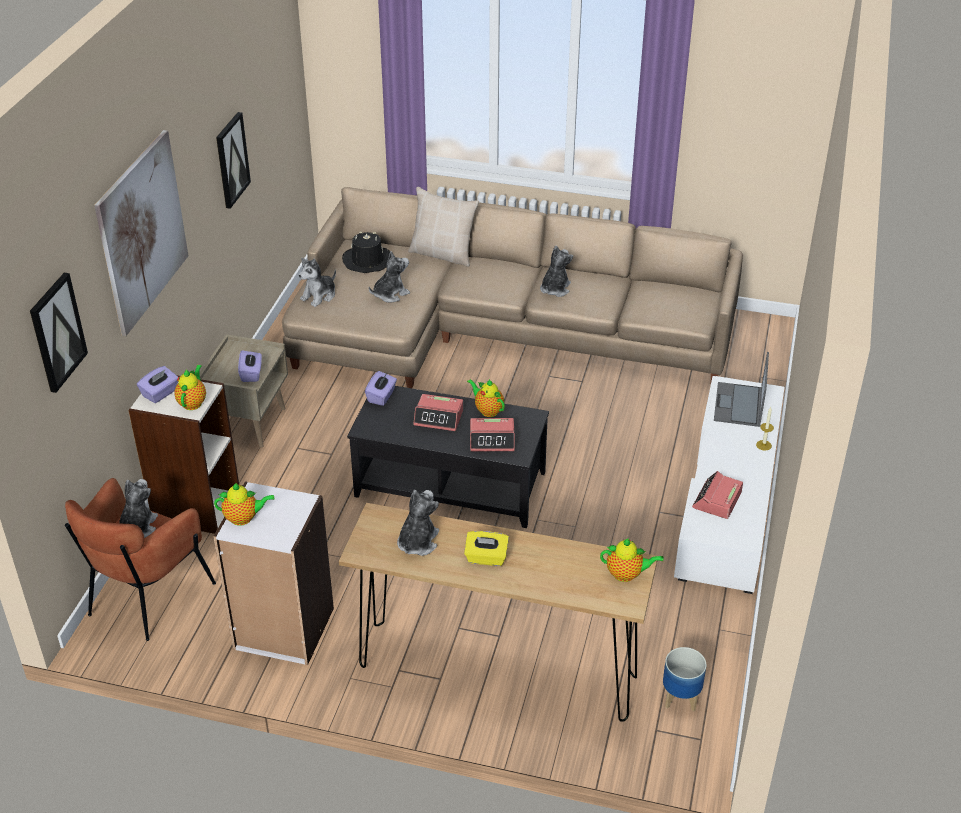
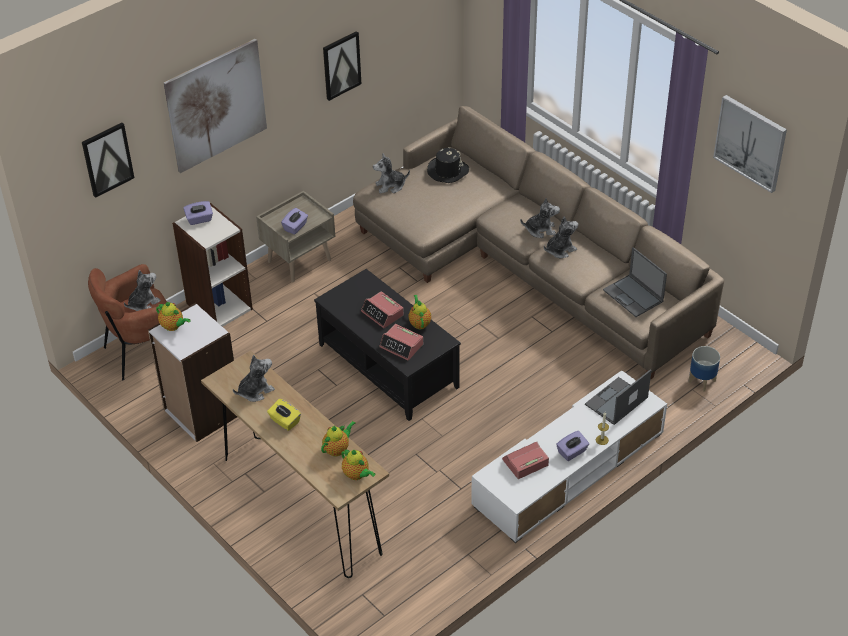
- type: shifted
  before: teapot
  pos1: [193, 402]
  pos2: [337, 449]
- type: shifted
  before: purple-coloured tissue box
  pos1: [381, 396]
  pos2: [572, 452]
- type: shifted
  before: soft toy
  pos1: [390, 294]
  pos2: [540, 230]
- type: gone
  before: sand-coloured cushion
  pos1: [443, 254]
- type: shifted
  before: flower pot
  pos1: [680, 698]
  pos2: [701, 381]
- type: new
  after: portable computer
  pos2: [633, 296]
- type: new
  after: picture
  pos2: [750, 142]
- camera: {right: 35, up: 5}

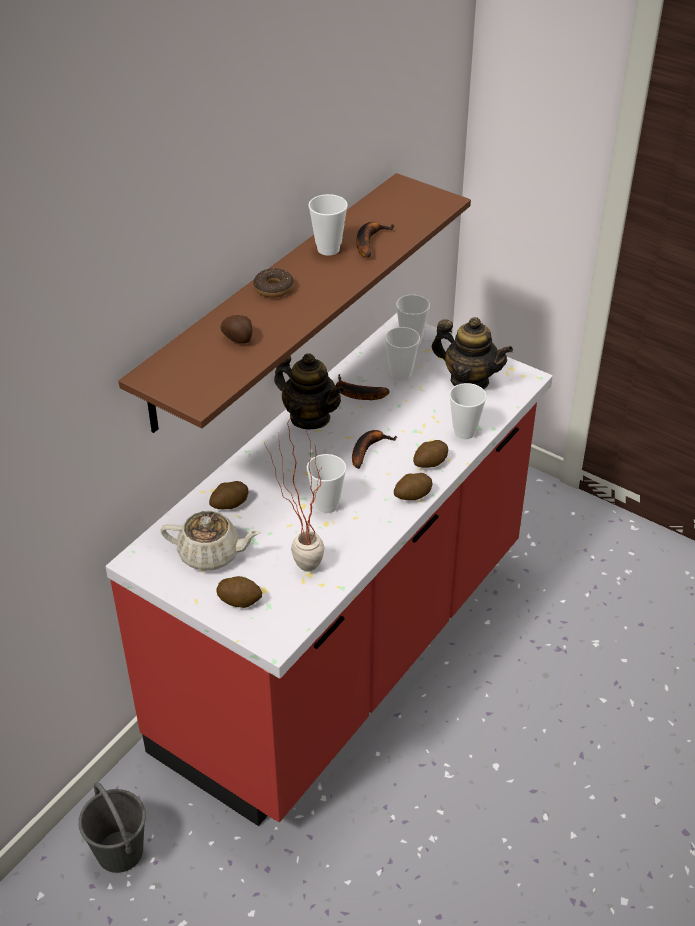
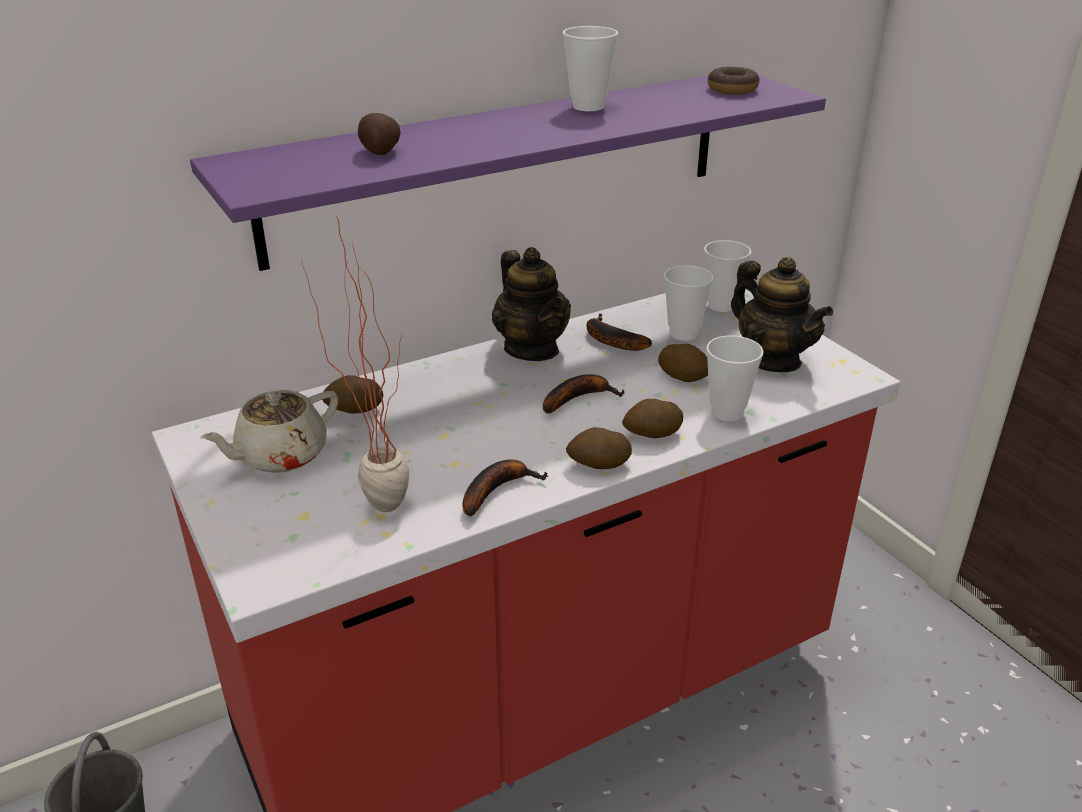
- type: repainted
  before: brown-coloured bracket shelf
  after: purple-coloured bracket shelf
  pos1: [273, 299]
  pos2: [503, 164]
- type: rotated
  before: sand-coloured teapot
  pos1: [211, 554]
  pos2: [280, 455]
  turn: 105
- type: shifted
  before: spud
  pos1: [240, 600]
  pos2: [683, 376]
- type: shifted
  before: doughnut
  pos1: [273, 288]
  pos2: [732, 89]
- type: gone
  before: drinking cup
  pos1: [326, 505]
- type: shifted
  before: banana
  pos1: [369, 241]
  pos2: [497, 490]
- camera: {right: 25, up: -10}

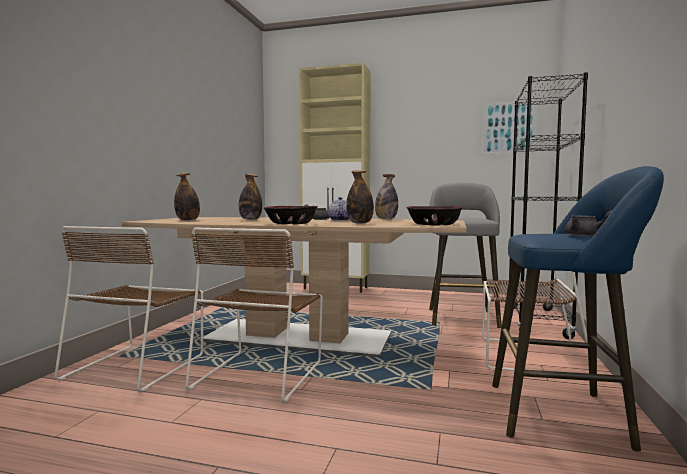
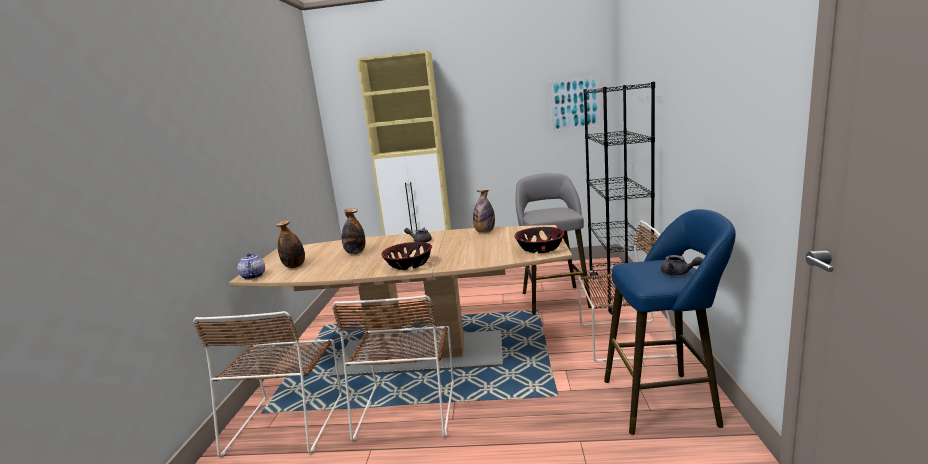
- type: shifted
  before: teapot
  pos1: [339, 220]
  pos2: [253, 276]
- type: gone
  before: beverage bottle
  pos1: [360, 223]
- camera: {right: -10, up: 10}

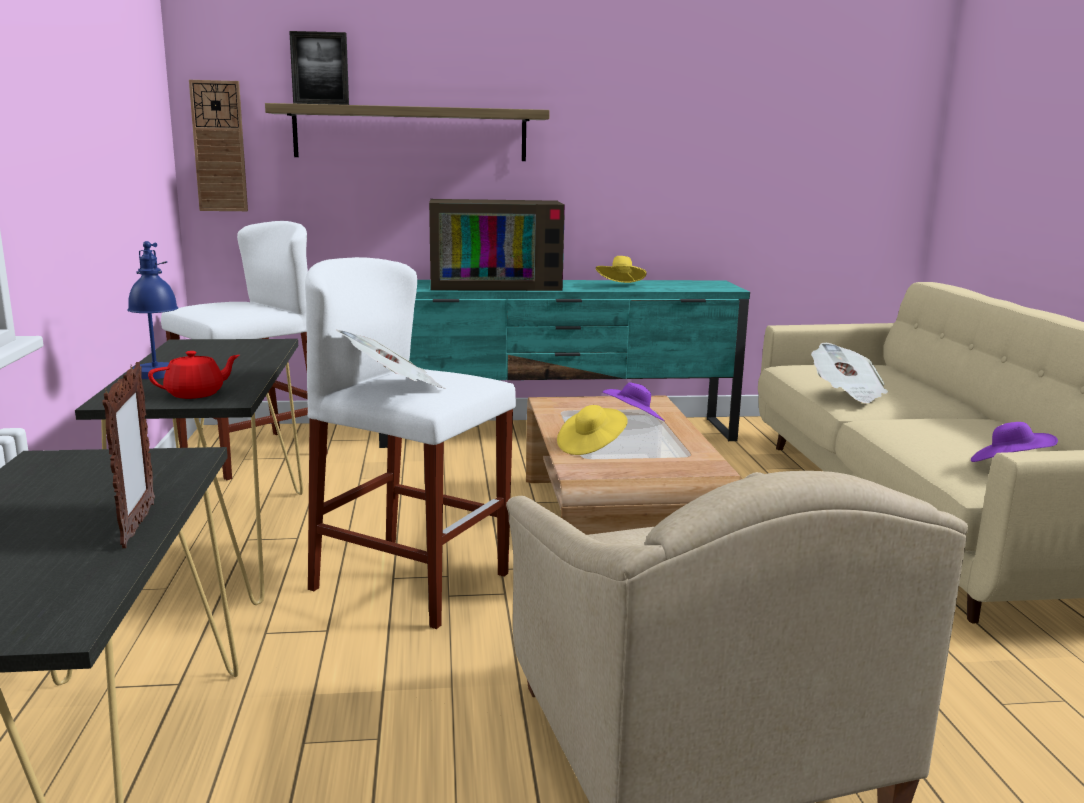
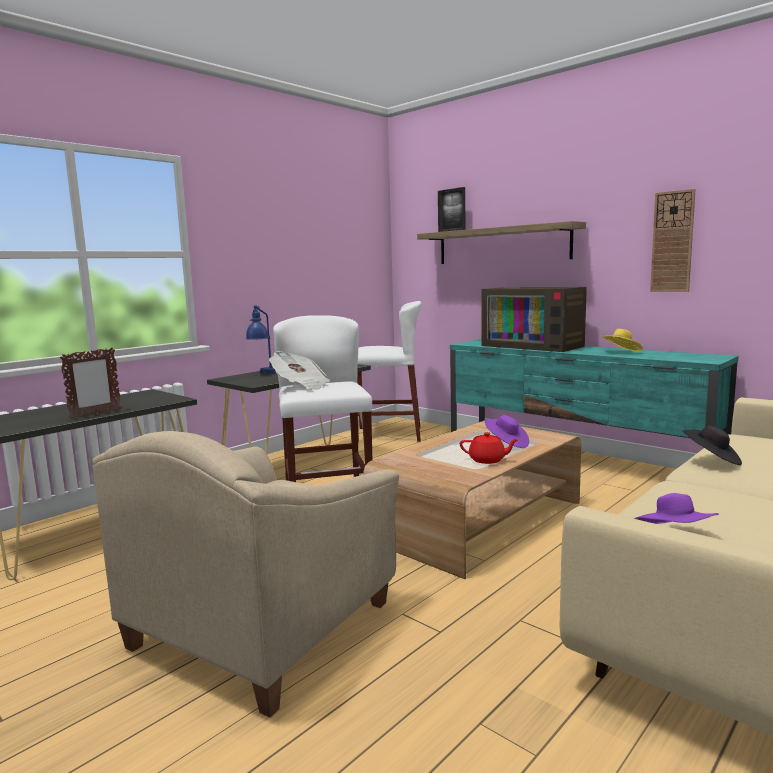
- type: shifted
  before: reddish teapot
  pos1: [196, 394]
  pos2: [488, 460]
- type: shifted
  before: wall clock
  pos1: [219, 146]
  pos2: [672, 242]
- type: gone
  before: yellow wearable hat
  pos1: [591, 447]
- type: swapped
  before: daily paper
  after: black-coloured wearable hat
  pos1: [847, 393]
  pos2: [711, 460]
- camera: {right: 50, up: -5}

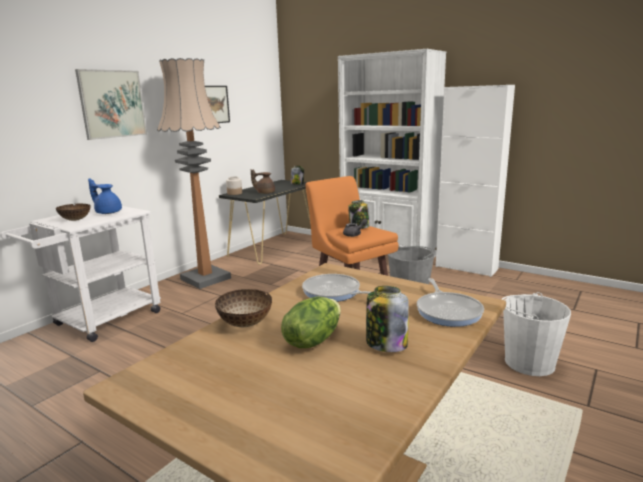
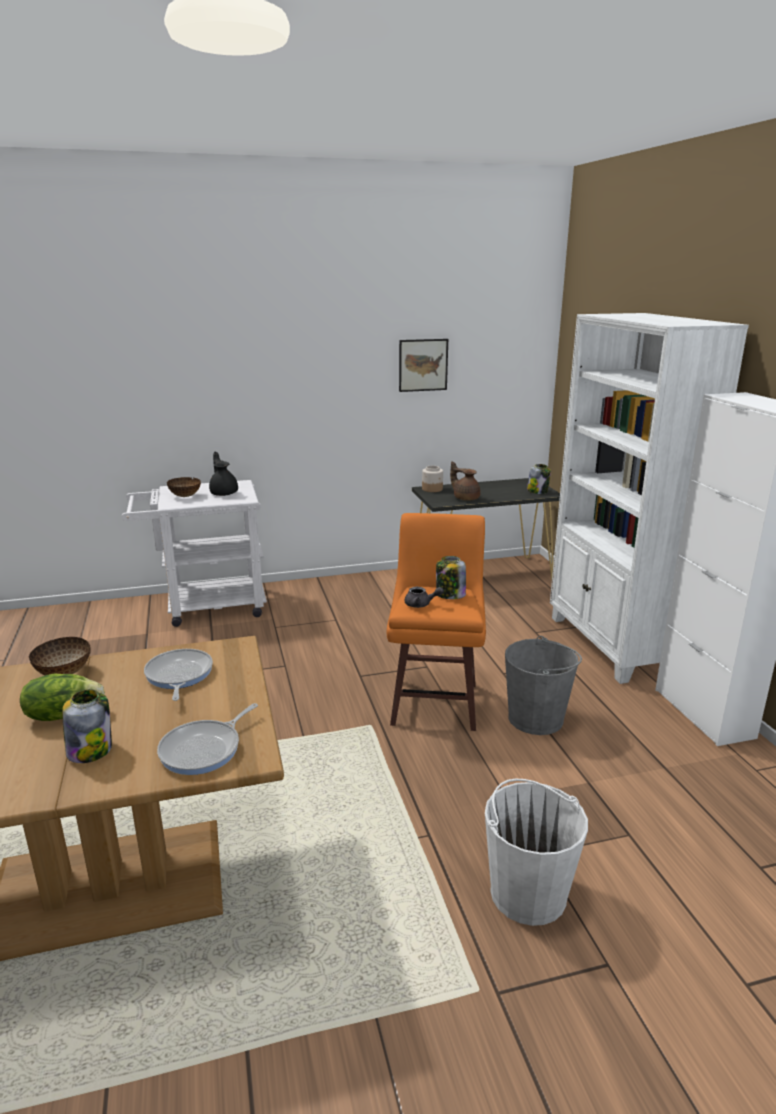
- type: gone
  before: picture
  pos1: [112, 104]
- type: repainted
  before: blue teapot
  after: black-coloured teapot
  pos1: [108, 212]
  pos2: [224, 493]
- type: gone
  before: standard lamp
  pos1: [205, 279]
- camera: {right: 40, up: 5}

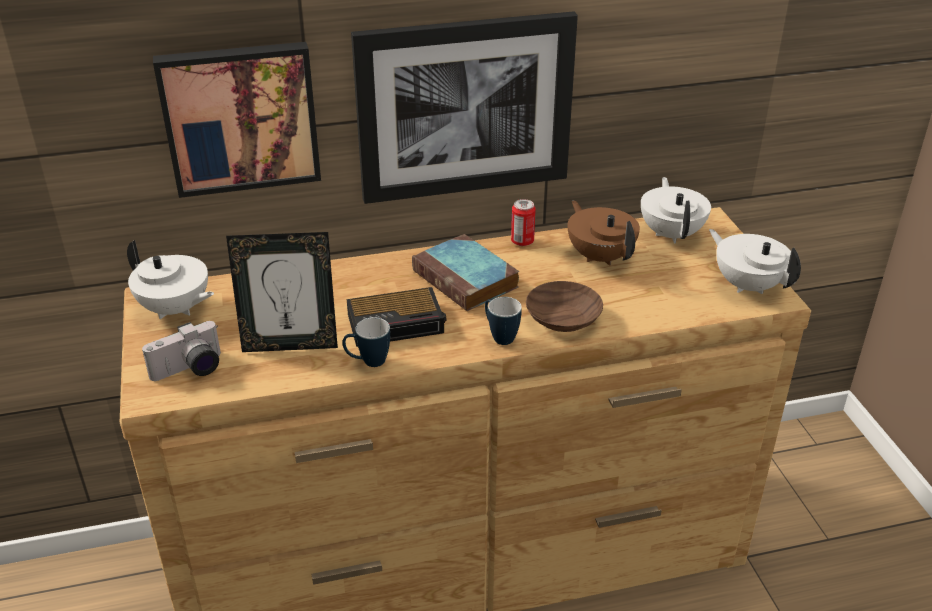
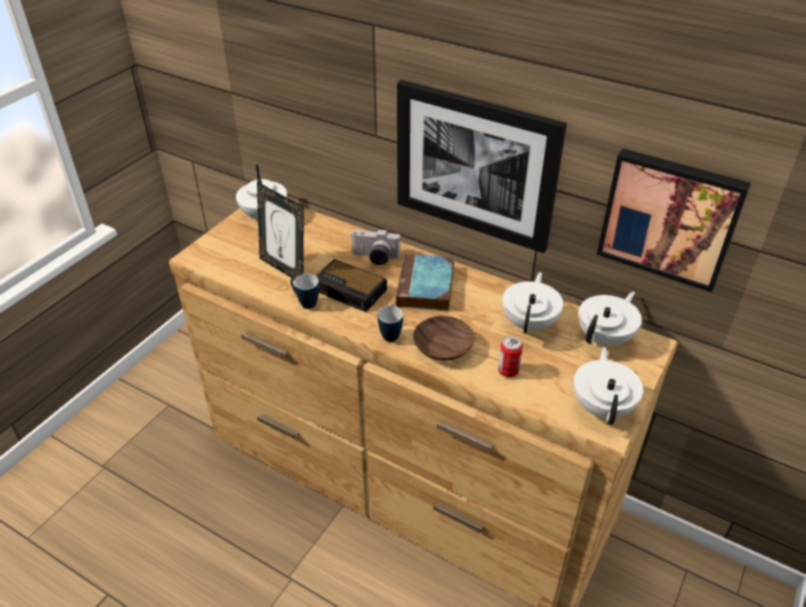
- type: shifted
  before: still camera
  pos1: [190, 370]
  pos2: [375, 258]
- type: shifted
  before: picture
  pos1: [240, 117]
  pos2: [670, 217]
- type: shifted
  before: can
  pos1: [522, 242]
  pos2: [508, 371]
- type: repainted
  before: brown-coloured teapot
  after: whitish teapot
  pos1: [600, 256]
  pos2: [530, 323]
- camera: {right: 45, up: 5}

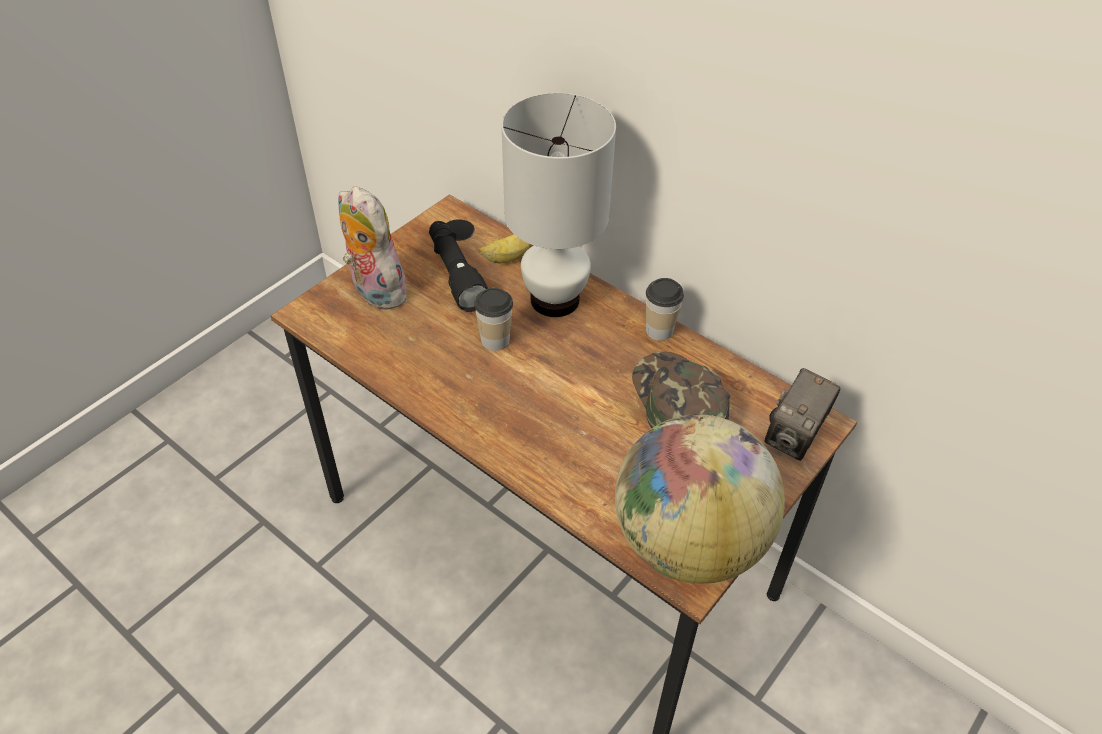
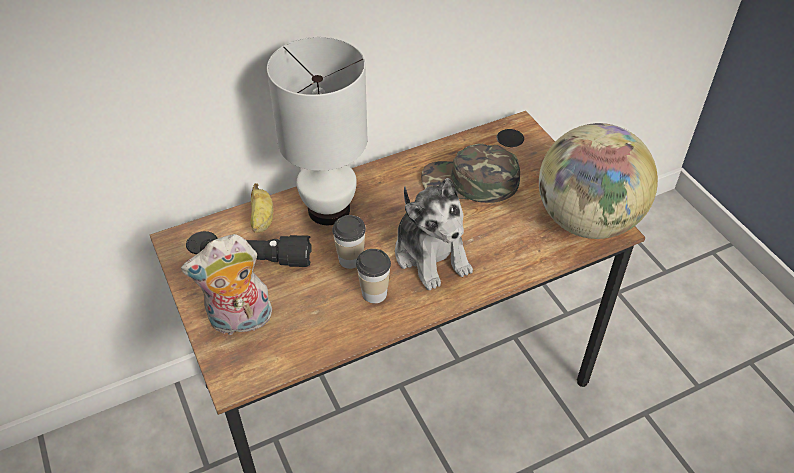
- type: shifted
  before: drinking cup
  pos1: [659, 330]
  pos2: [374, 293]
- type: gone
  before: still camera
  pos1: [794, 436]
- type: new
  after: soft toy
  pos2: [431, 255]
- camera: {right: -65, up: 0}

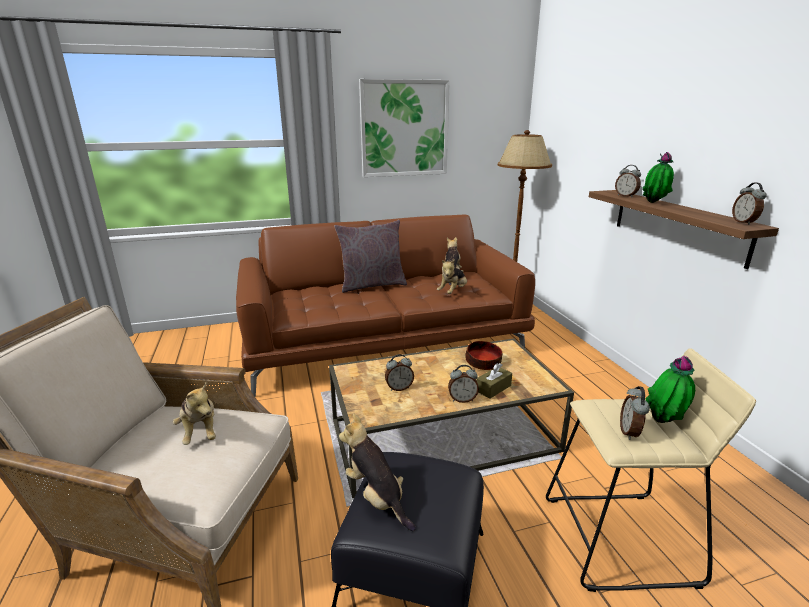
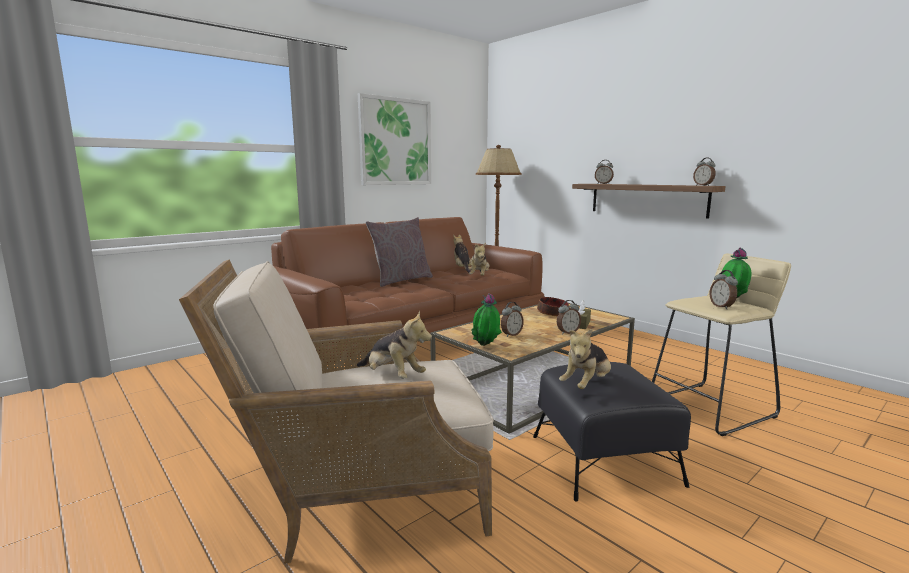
- type: rotated
  before: soft toy
  pos1: [377, 497]
  pos2: [586, 385]
  turn: -75
- type: shifted
  before: potted plant
  pos1: [653, 203]
  pos2: [485, 346]
- camera: {right: -25, up: -10}

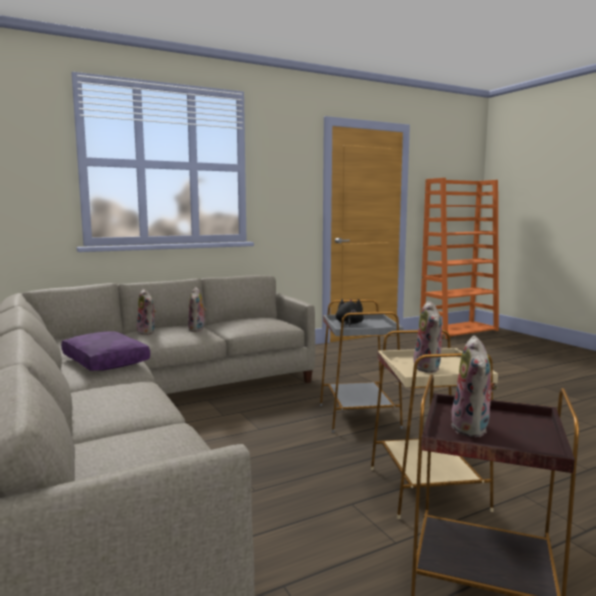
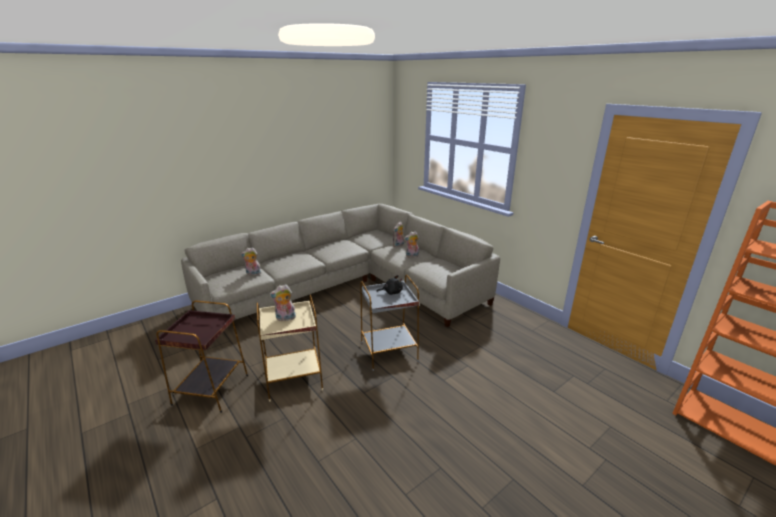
- type: gone
  before: purple-coloured cushion
  pos1: [103, 361]
- type: shifted
  before: soft toy
  pos1: [473, 429]
  pos2: [253, 274]
- camera: {right: 80, up: 15}

